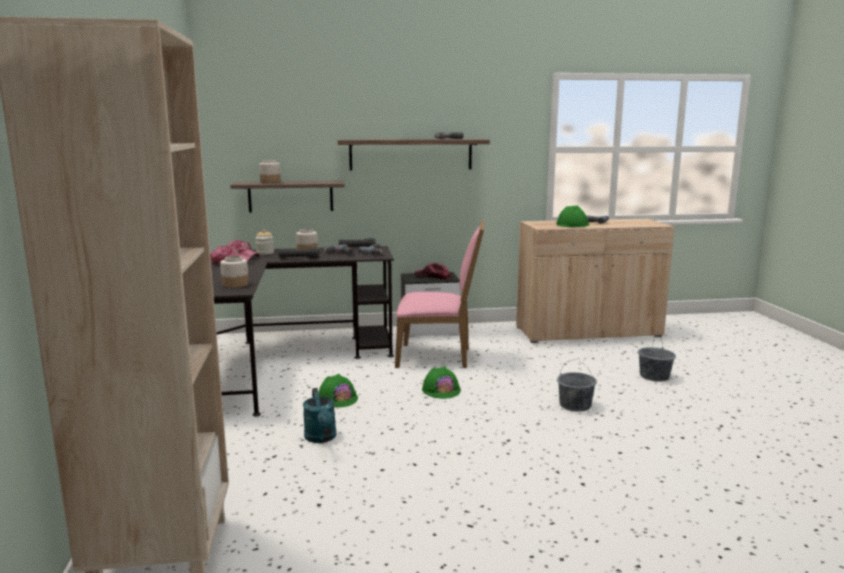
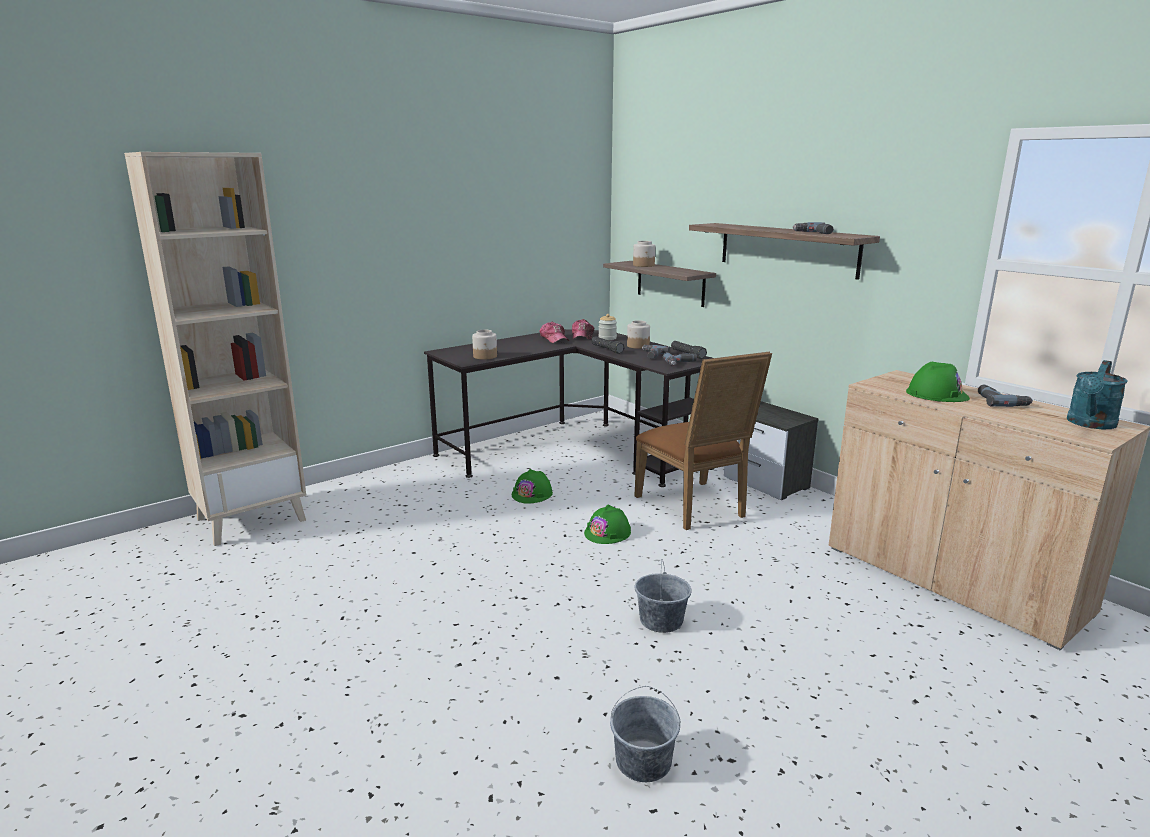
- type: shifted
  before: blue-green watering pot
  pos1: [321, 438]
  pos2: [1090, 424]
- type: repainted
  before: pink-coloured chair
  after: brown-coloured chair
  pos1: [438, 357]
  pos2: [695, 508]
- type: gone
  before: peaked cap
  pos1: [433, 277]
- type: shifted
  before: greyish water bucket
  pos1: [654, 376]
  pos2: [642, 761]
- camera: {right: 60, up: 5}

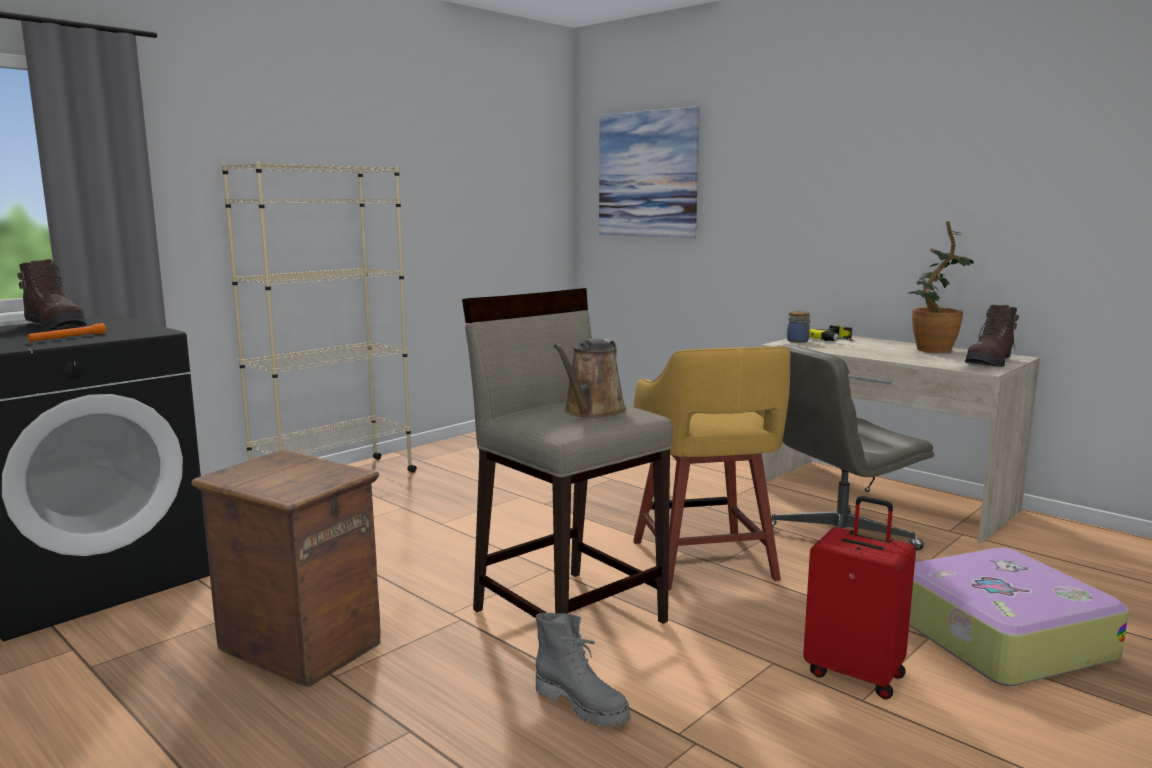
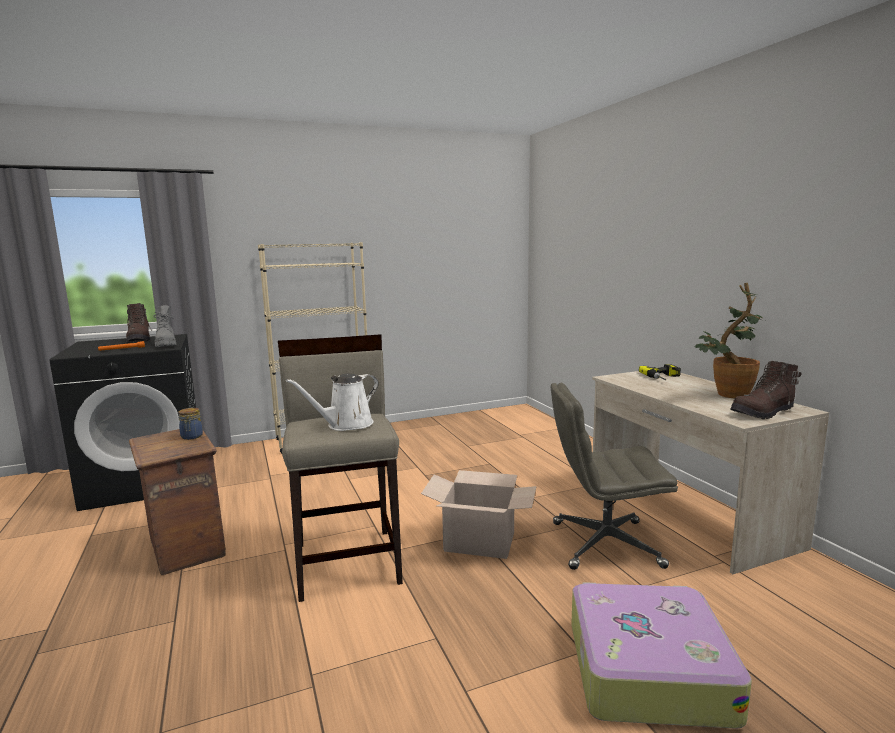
- type: shifted
  before: greyish high-top boot
  pos1: [582, 704]
  pos2: [167, 345]
- type: repainted
  before: brown-coloured watering pot
  after: whitish watering pot
  pos1: [592, 411]
  pos2: [346, 425]
- type: gone
  before: picture
  pos1: [648, 174]
- type: swapped
  before: yellow stool
  after: carton
  pos1: [704, 562]
  pos2: [479, 542]
- type: shifted
  before: jar
  pos1: [798, 341]
  pos2: [191, 437]
- type: gone
  before: reddish suitcase
  pos1: [855, 673]
- camera: {right: 25, up: 0}

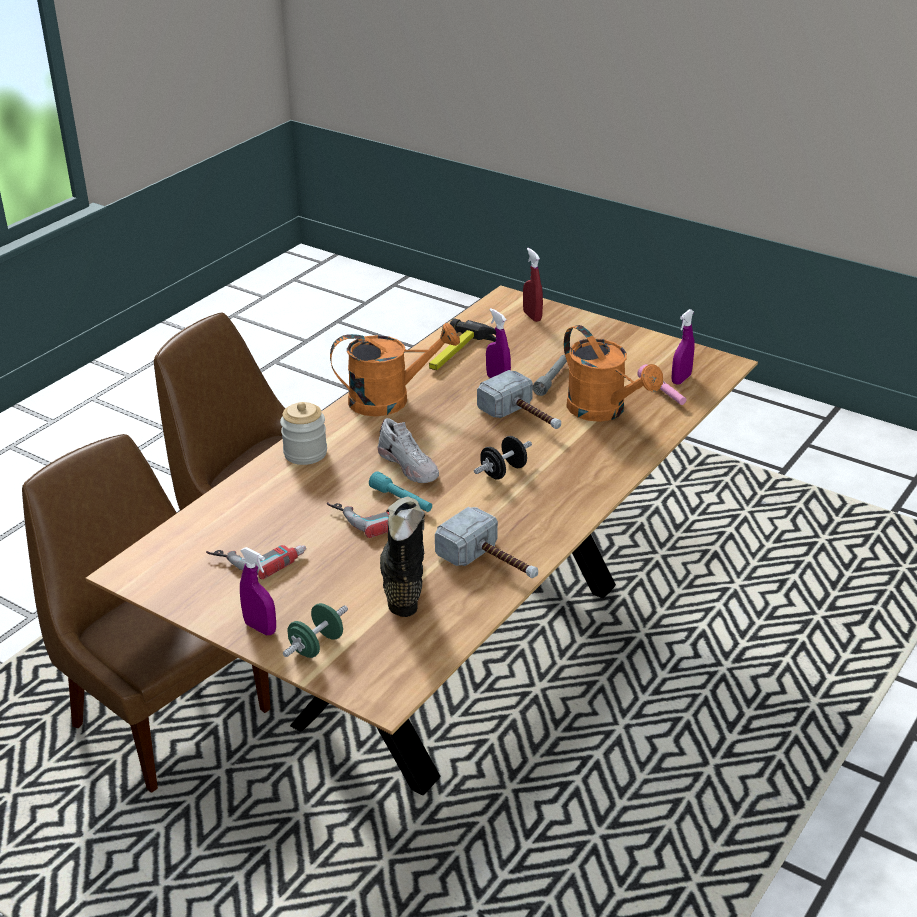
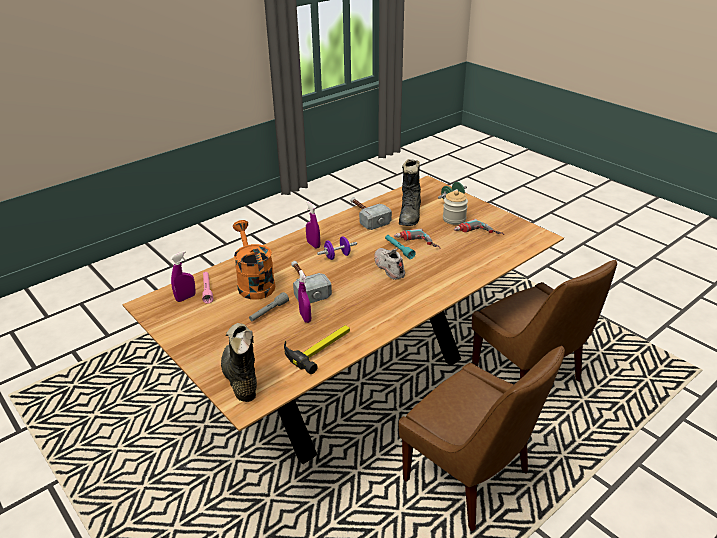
- type: shifted
  before: purple-coloured sprayer
  pos1: [260, 628]
  pos2: [313, 245]
- type: shifted
  before: jar
  pos1: [305, 453]
  pos2: [454, 219]
- type: gone
  before: orange-coloured watering pot
  pos1: [390, 399]
- type: repainted
  before: black-coloured dumbbell
  after: purple-coloured dumbbell
  pos1: [503, 471]
  pos2: [337, 256]
- type: swapped
  before: reddish sprayer
  after: black-coloured high-top boot
  pos1: [532, 316]
  pos2: [239, 378]
- camera: {right: -165, up: 0}

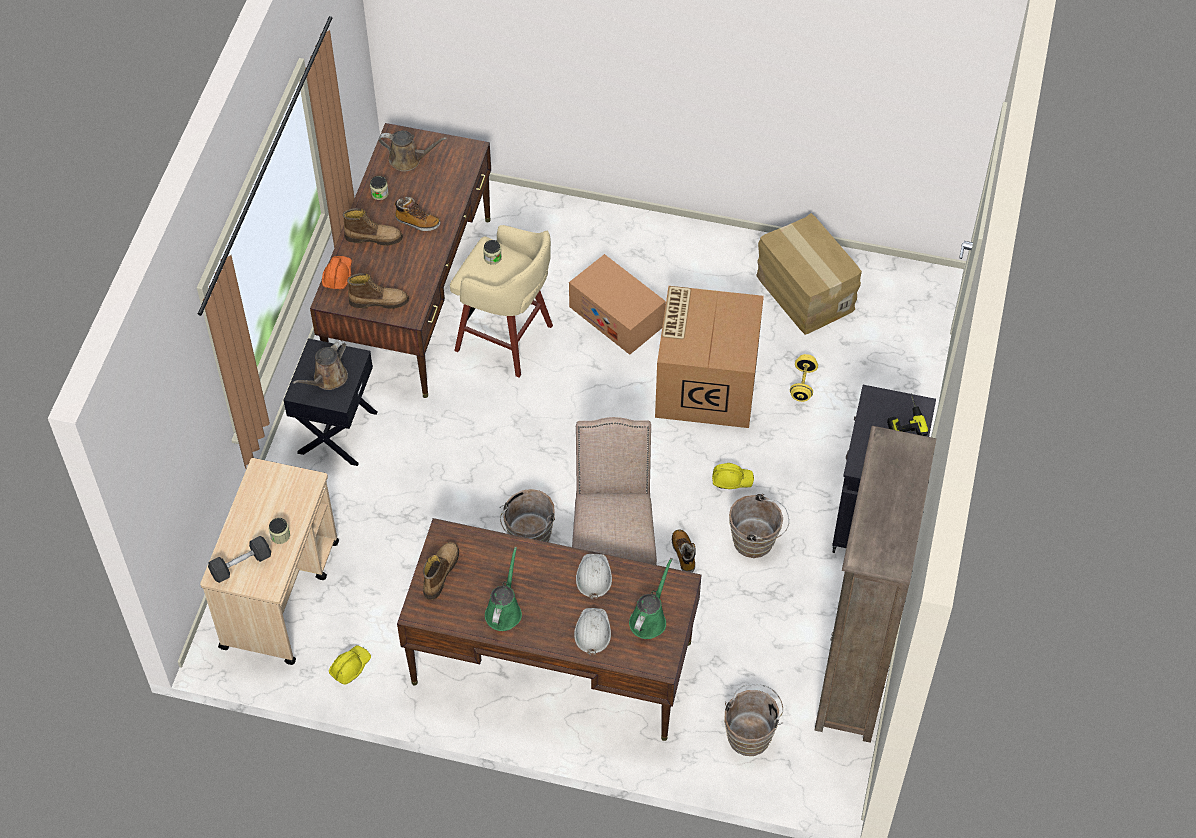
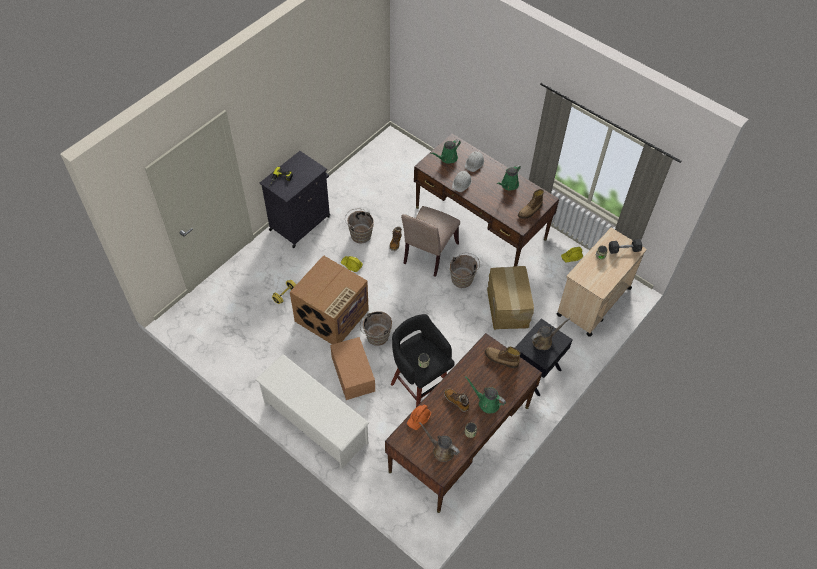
- type: shifted
  before: orange-coloured work helmet
  pos1: [337, 275]
  pos2: [418, 419]
- type: swapped
  before: high-top boot
  after: green-coloured watering pot
  pos1: [374, 237]
  pos2: [486, 402]
- type: repainted
  before: sand-coloured stool
  after: black-coloured stool
  pos1: [507, 339]
  pos2: [420, 386]
- type: shifted
  before: brown-coloured water bucket
  pos1: [750, 733]
  pos2: [376, 337]
- type: shifted
  before: carton
  pos1: [804, 292]
  pos2: [508, 307]
- type: gone
  before: brown-coloured bookshelf
  pos1: [854, 673]
- type: new
  after: whitish shoe rack
  pos2: [315, 423]
- camera: {right: -155, up: 0}

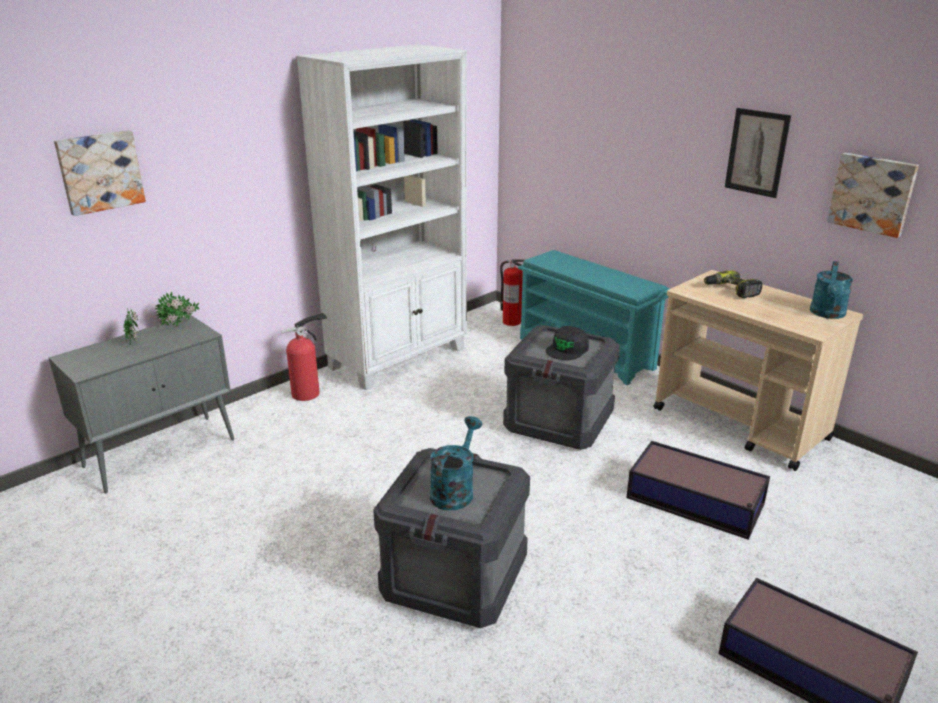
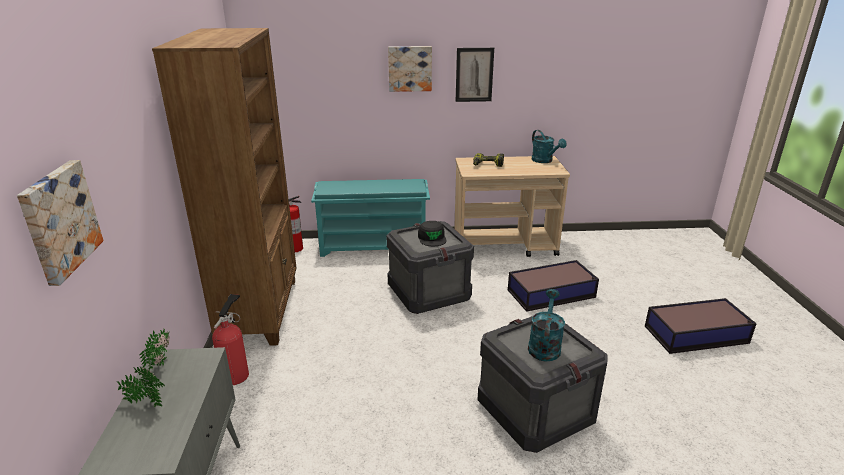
- type: repainted
  before: whitish bookshelf
  after: brown-coloured bookshelf
  pos1: [399, 358]
  pos2: [261, 310]
- type: rotated
  before: blue-green watering pot
  pos1: [455, 490]
  pos2: [544, 345]
  turn: 45
- type: shifted
  before: picture
  pos1: [872, 193]
  pos2: [410, 68]
- camera: {right: -50, up: 0}

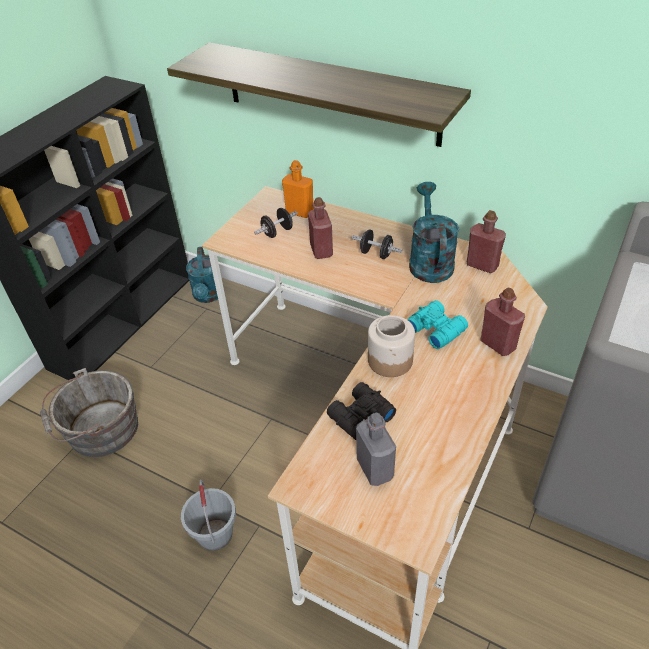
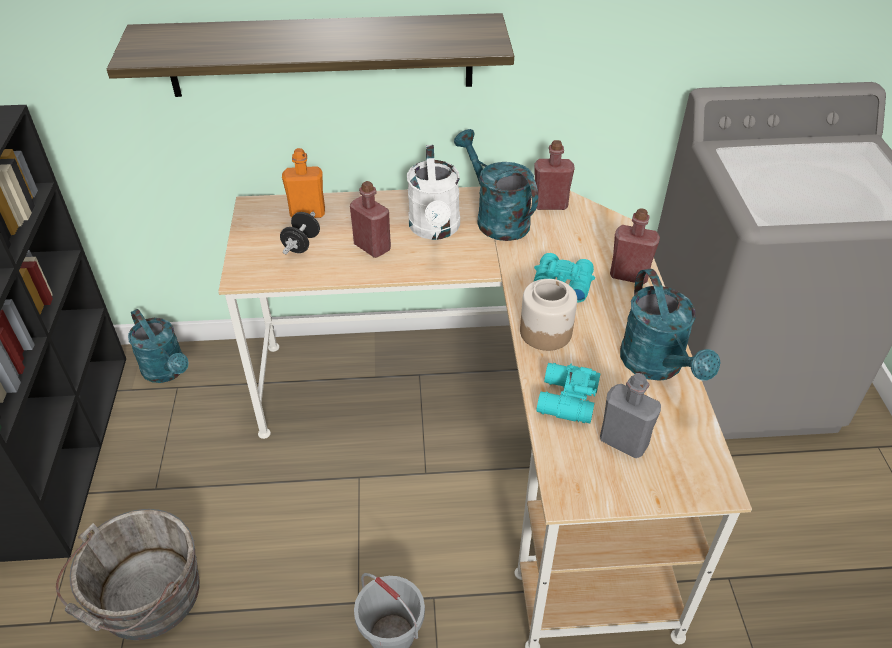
- type: repainted
  before: black-coloured field glasses
  after: blue-green field glasses
  pos1: [359, 417]
  pos2: [565, 400]
- type: swapped
  before: black-coloured dumbbell
  after: whitish watering pot
  pos1: [376, 254]
  pos2: [435, 230]
- type: new
  after: blue-green watering pot
  pos2: [657, 366]
- camera: {right: -35, up: 0}

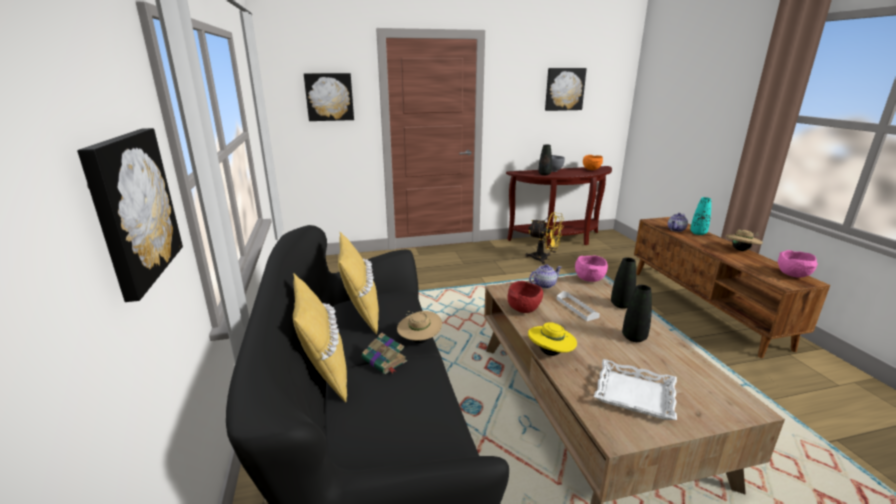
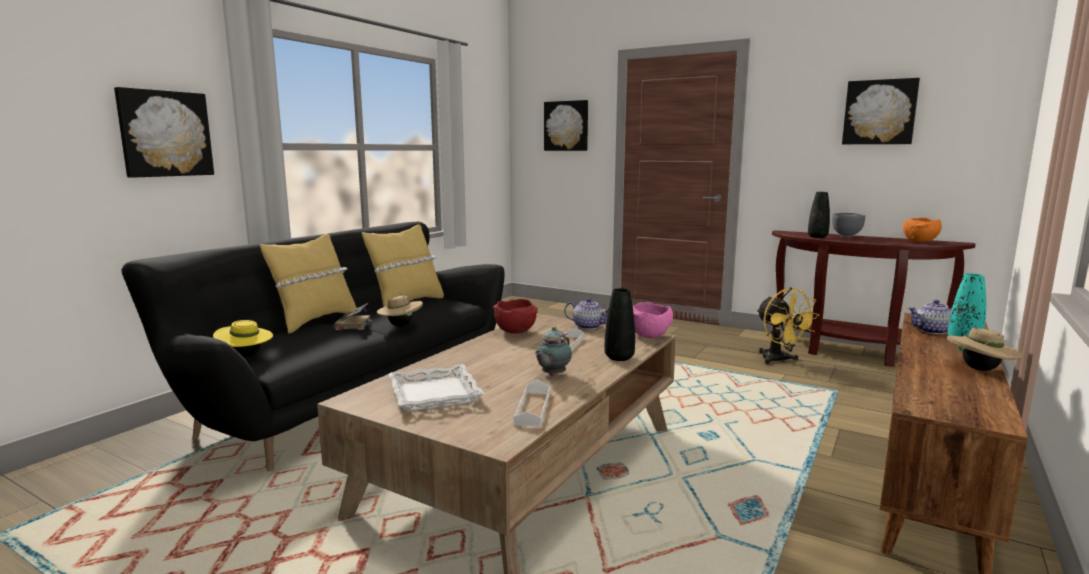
- type: shifted
  before: yellow wearable hat
  pos1: [550, 353]
  pos2: [246, 356]
- type: swapped
  before: black-coloured decorative vase
  after: teapot
  pos1: [634, 337]
  pos2: [552, 375]
- type: gone
  before: pink-coloured serving bowl
  pos1: [794, 275]
- type: new
  after: whitish tray
  pos2: [533, 408]
- camera: {right: 45, up: -10}

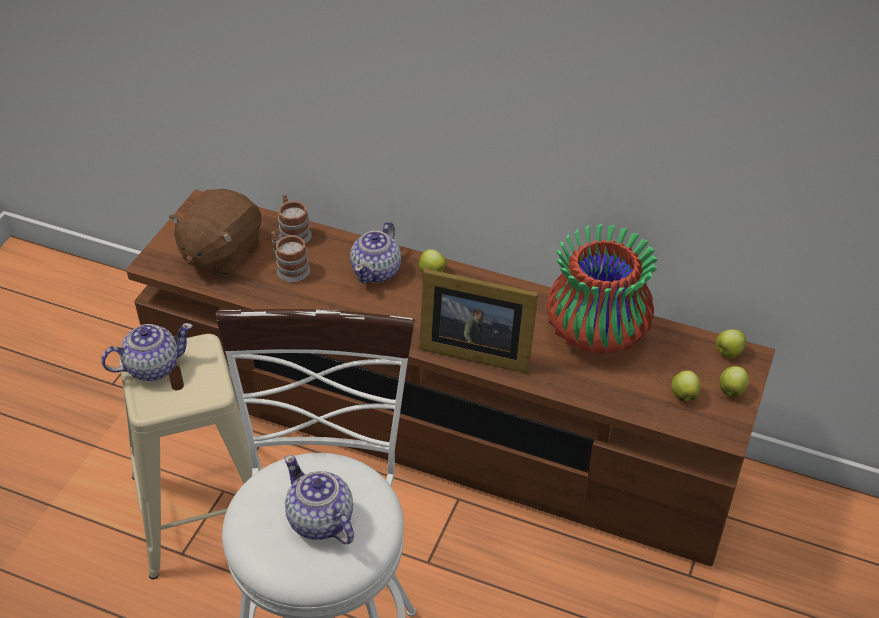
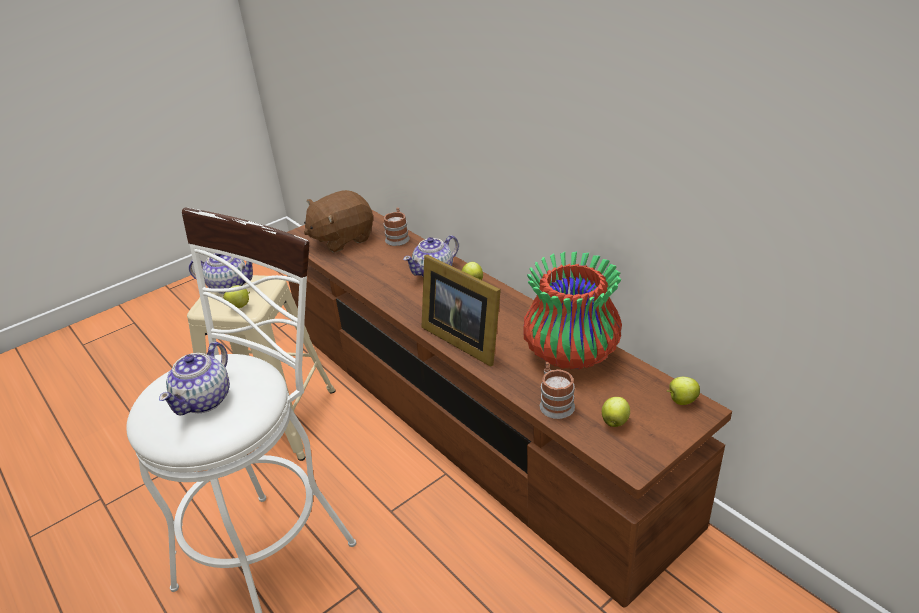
- type: shifted
  before: tea mug
  pos1: [289, 268]
  pos2: [554, 403]
- type: rotated
  before: teapot
  pos1: [320, 521]
  pos2: [205, 400]
  turn: -150
- type: shifted
  before: whole apple
  pos1: [731, 390]
  pos2: [240, 306]
- camera: {right: 30, up: -10}

